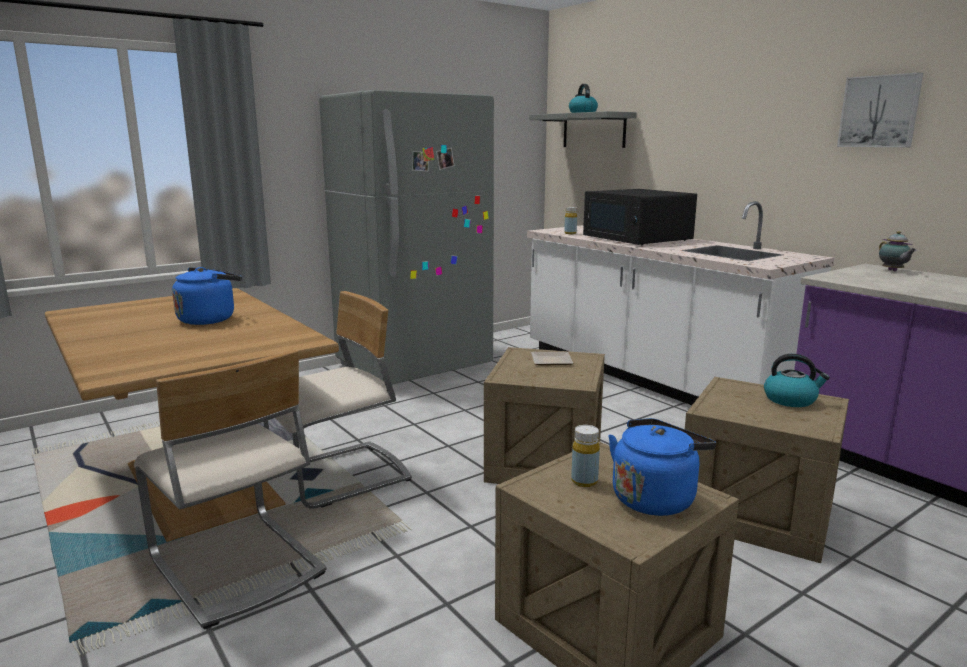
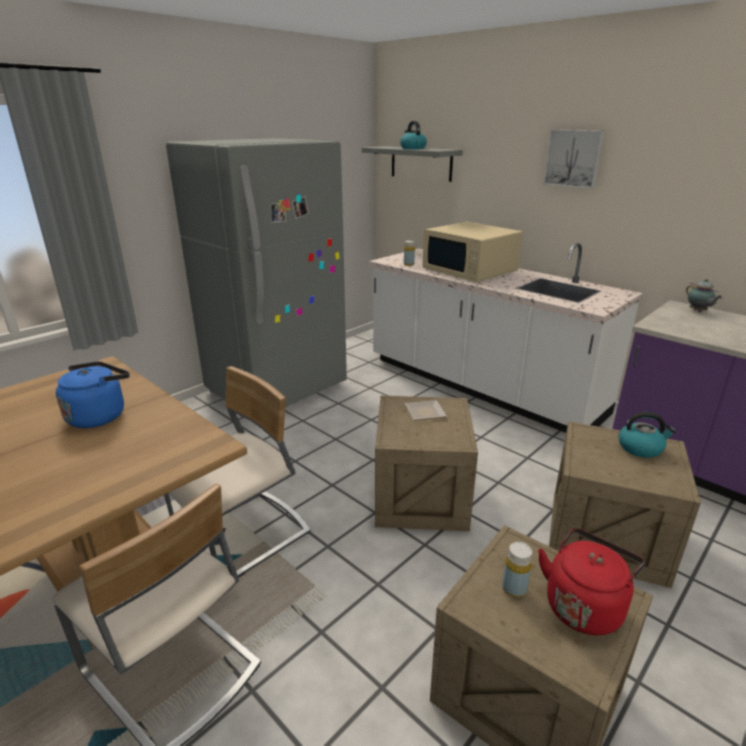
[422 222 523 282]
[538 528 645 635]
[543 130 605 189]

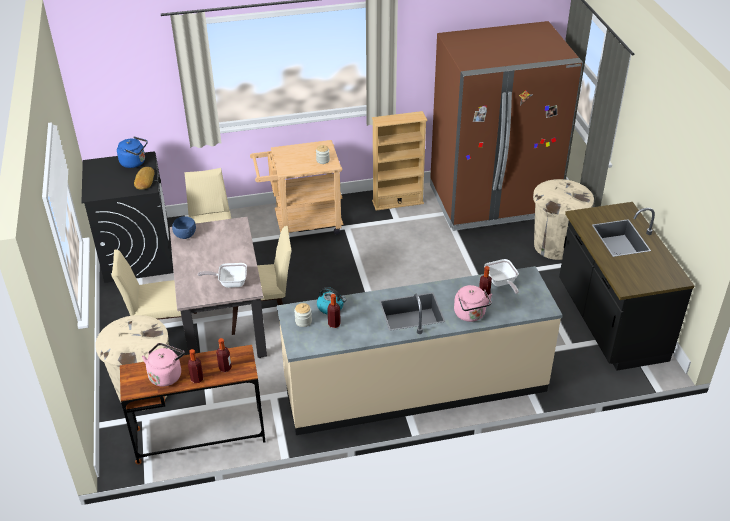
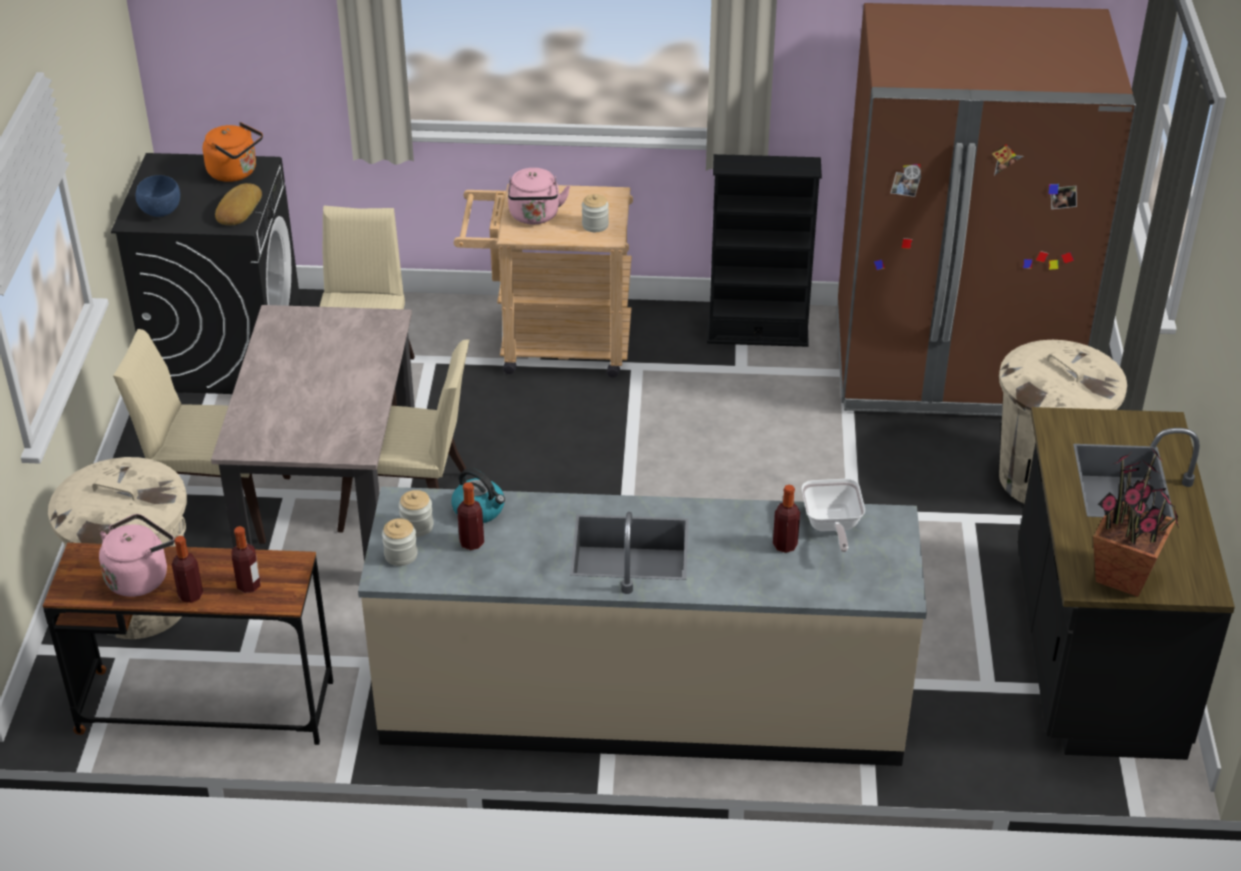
[136 175 180 217]
[203 122 263 182]
[382 518 418 566]
[508 168 570 224]
[707 154 822 347]
[1093 446 1179 597]
[198 263 247 288] (first image)

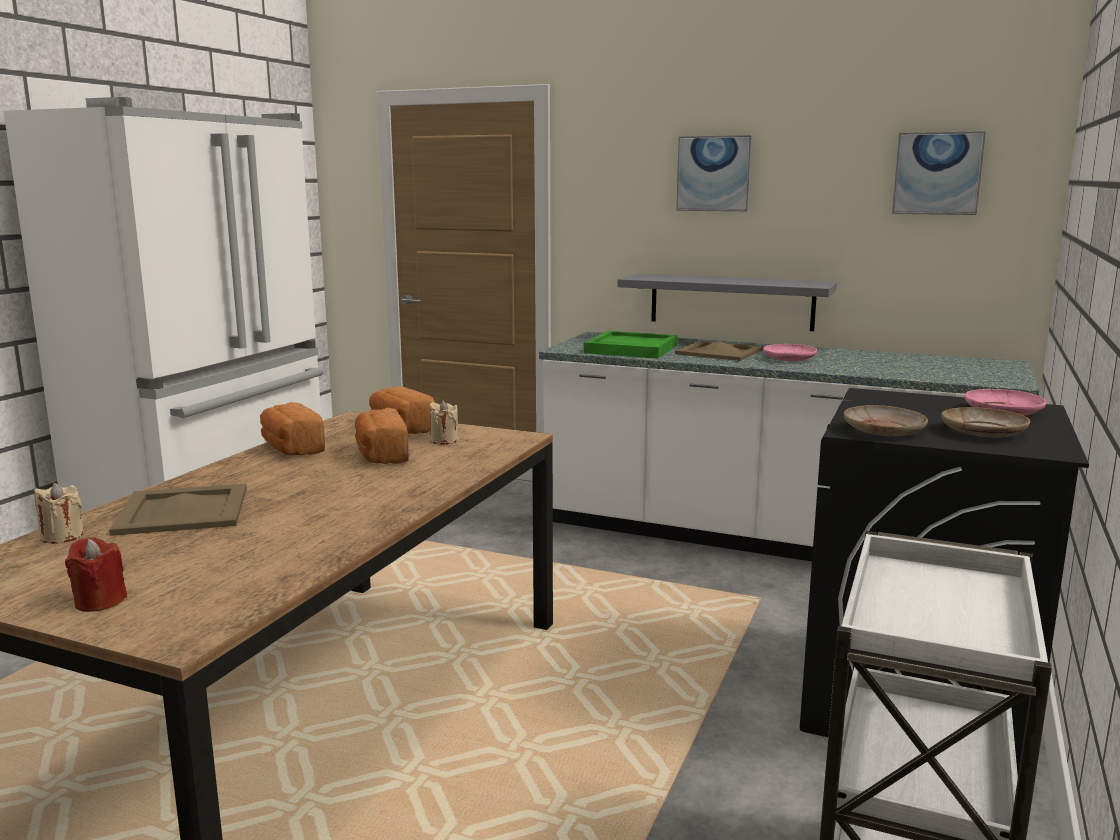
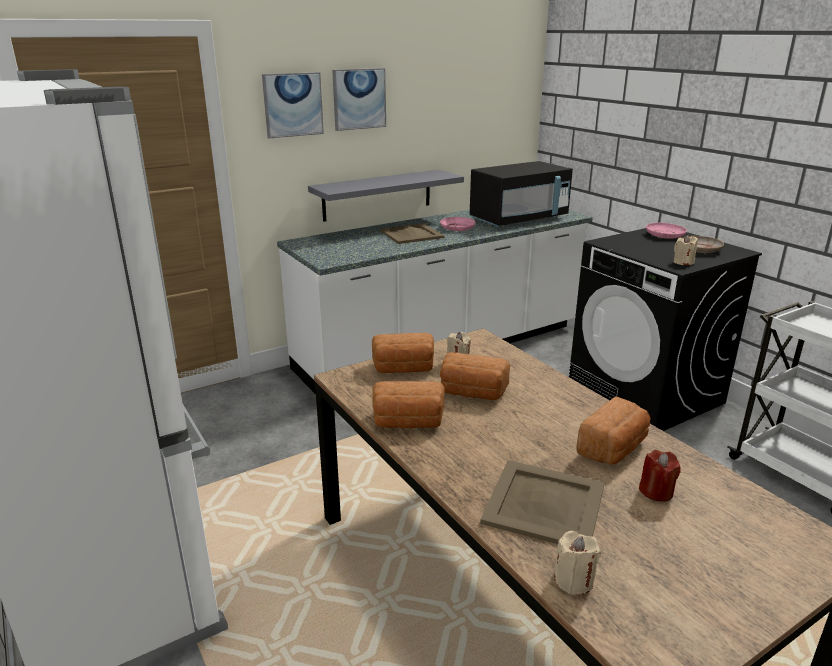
[262 72 324 138]
[469 161 573 227]
[576 396 651 465]
[639 450 681 502]
[673 235 698 265]
[584 331 678 358] (first image)

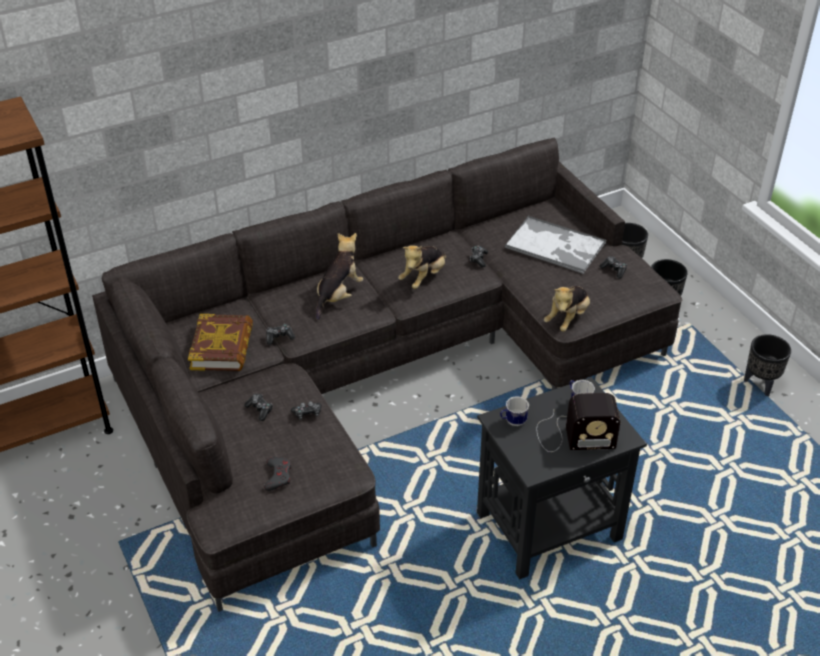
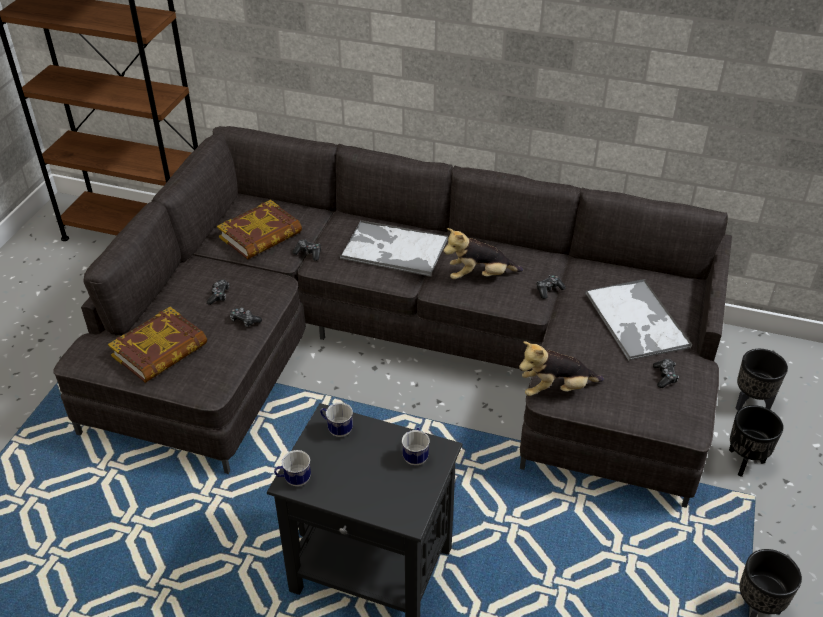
[108 307 207 383]
[274 450 311 486]
[340 220 448 277]
[536 393 620 452] (first image)

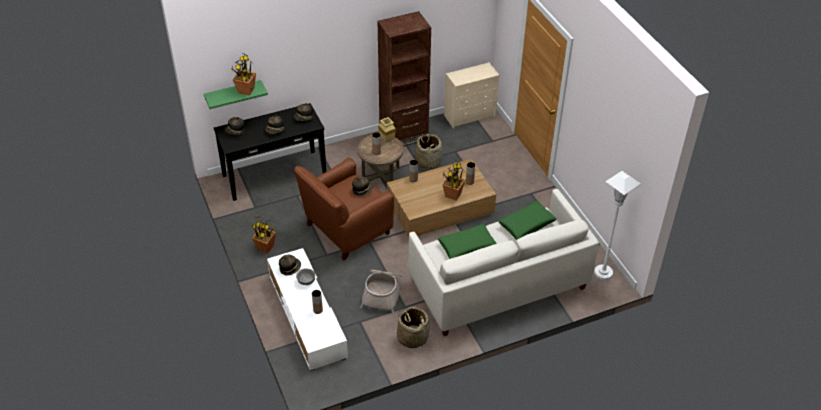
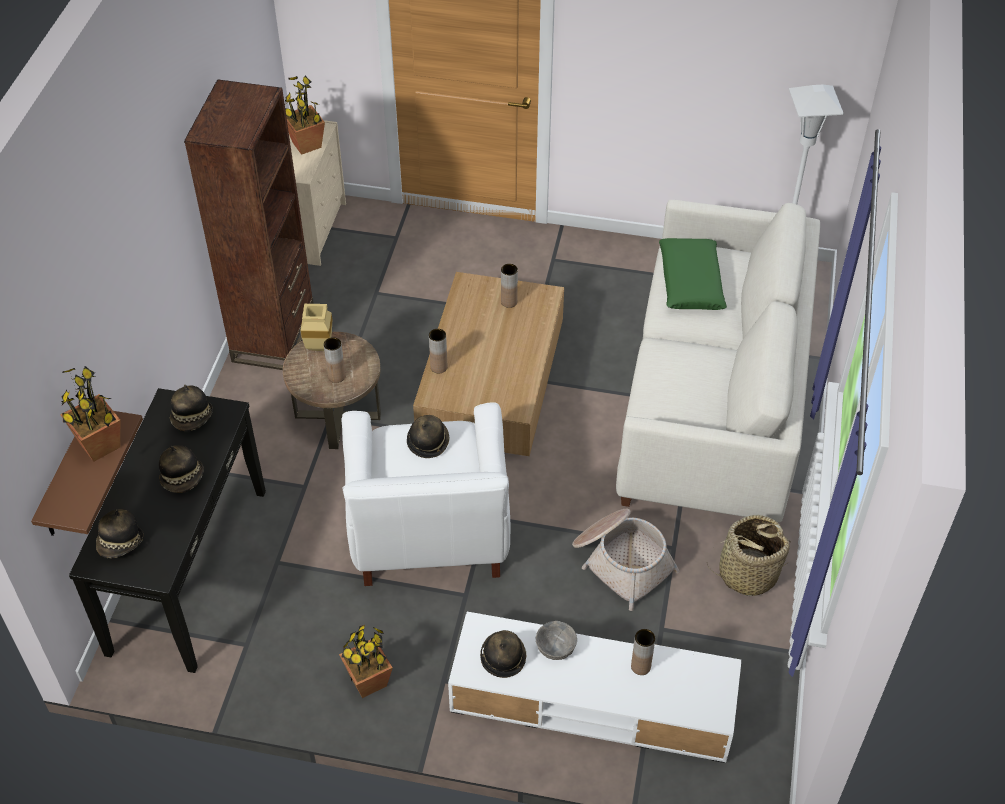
[31 411 143 536]
[285 75 325 155]
[341 402 510 586]
[415 134 442 170] (first image)
[438 224 497 259] (first image)

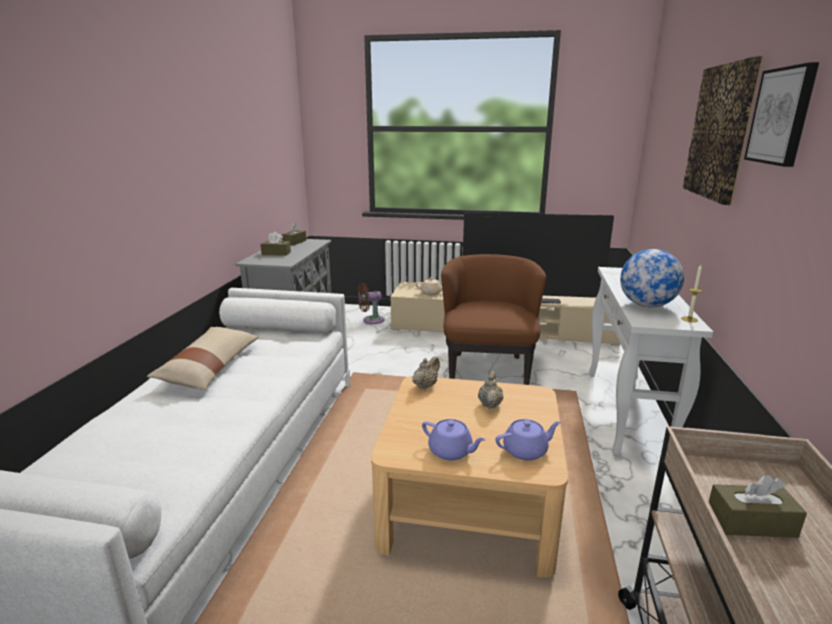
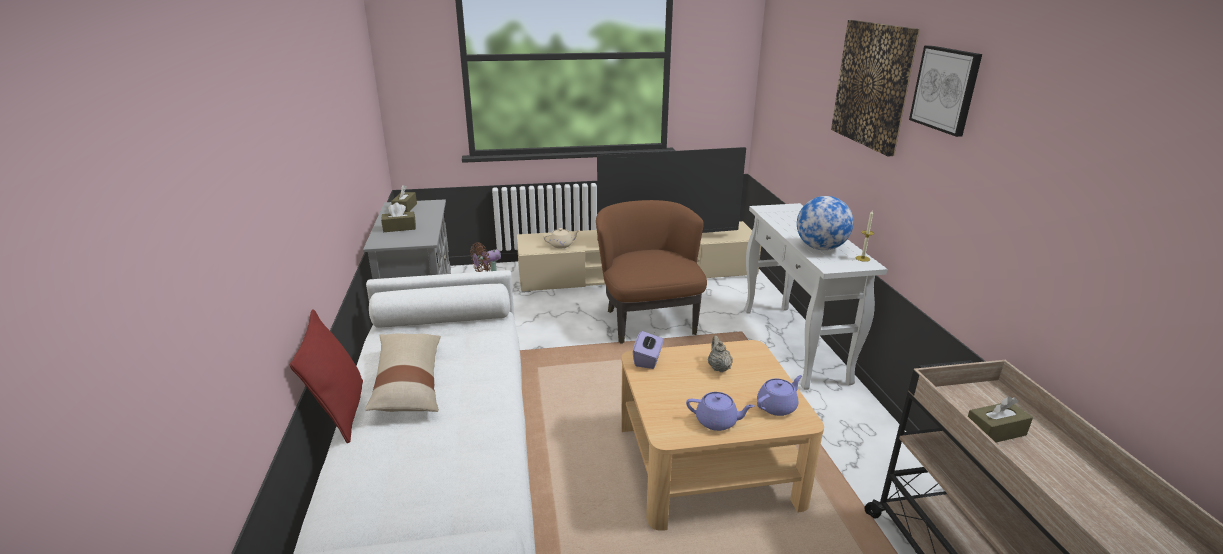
[290 309 363 443]
[633 331 664 369]

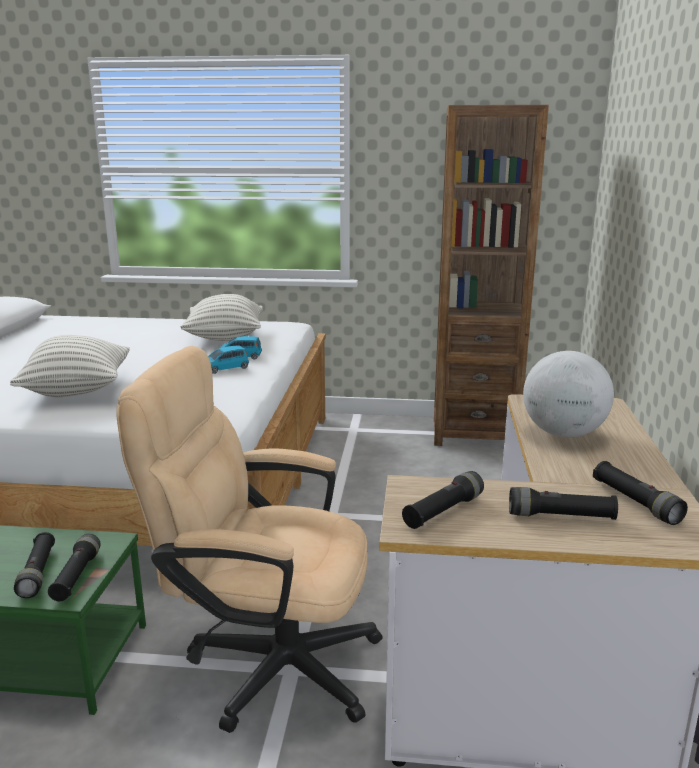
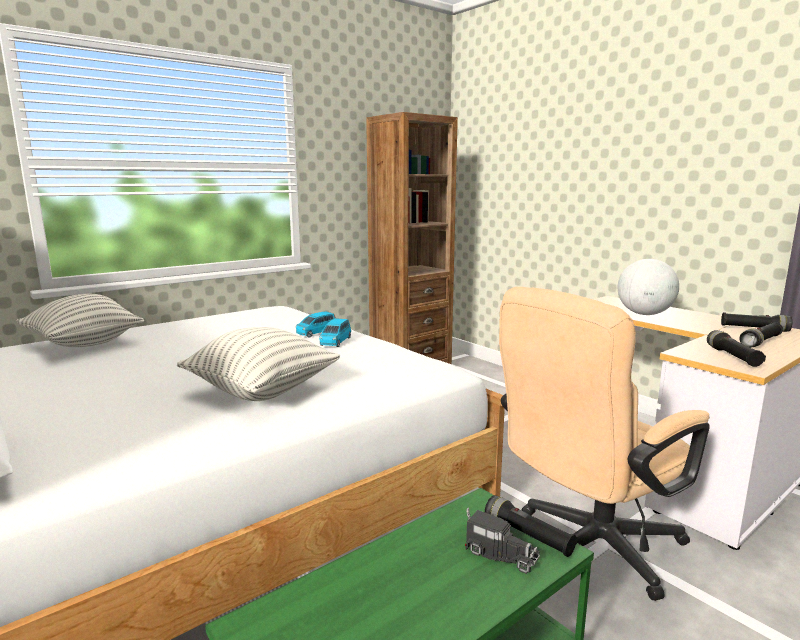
[16 294 144 347]
[465 507 540 574]

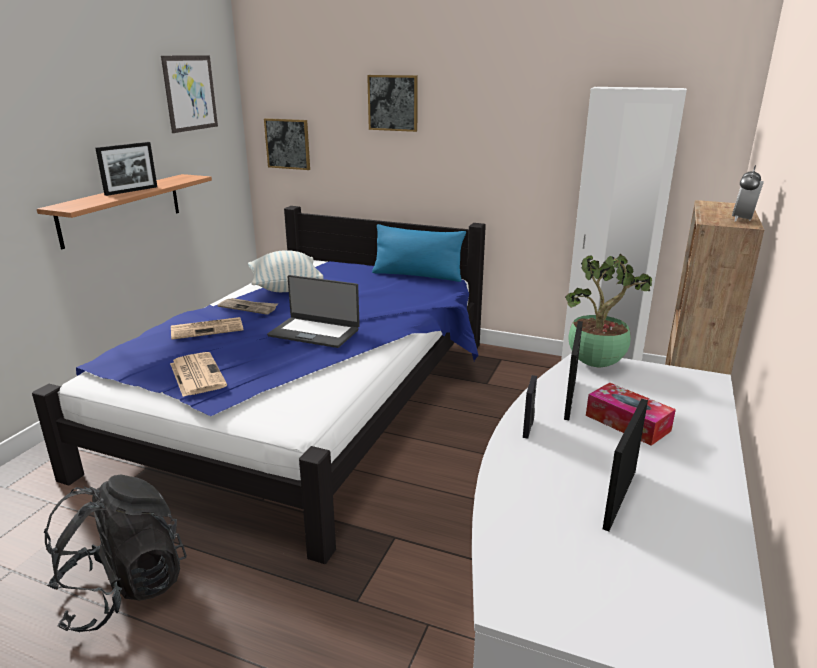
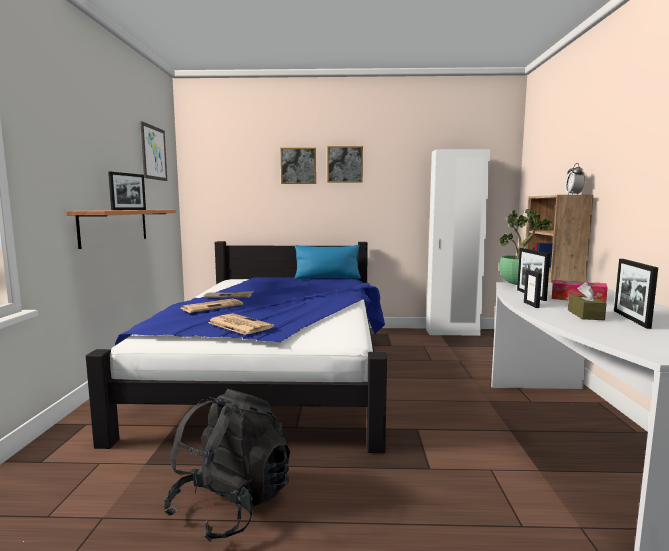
[327 146 363 183]
[568 282 607 320]
[248 250 324 292] (first image)
[267 275 360 348] (first image)

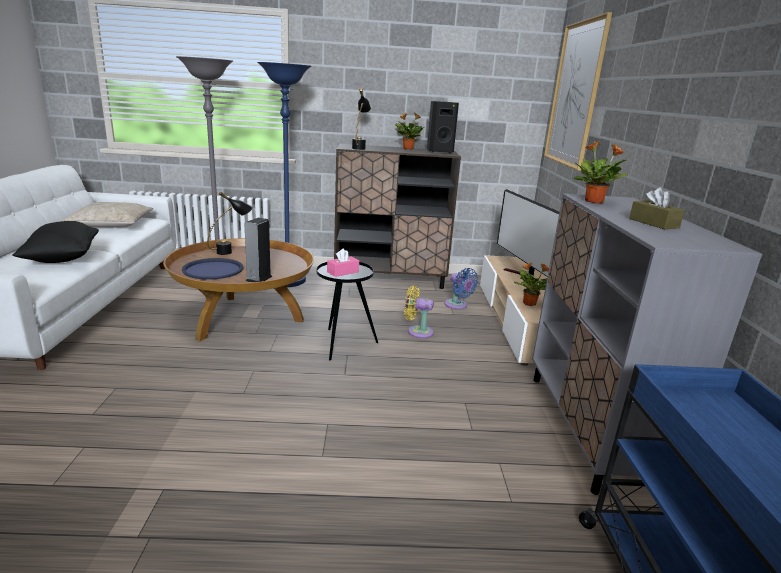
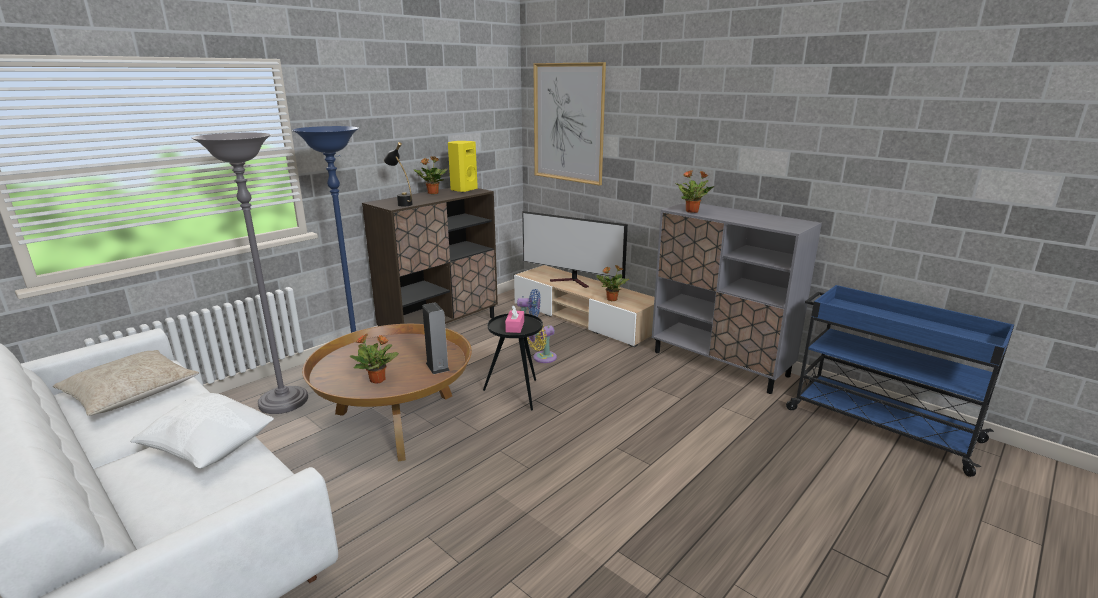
[130 393 274 468]
[350 334 399 384]
[448 141 478 193]
[207 192 253 255] (first image)
[629 187 685 229] (first image)

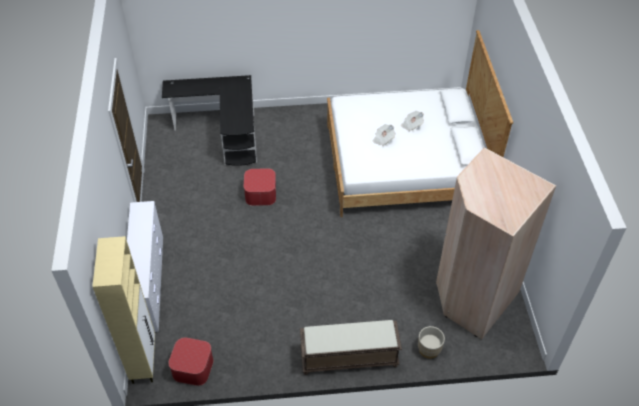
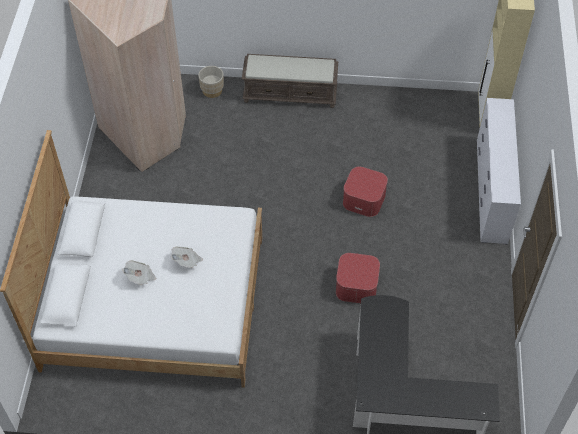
[343 167 388 217]

